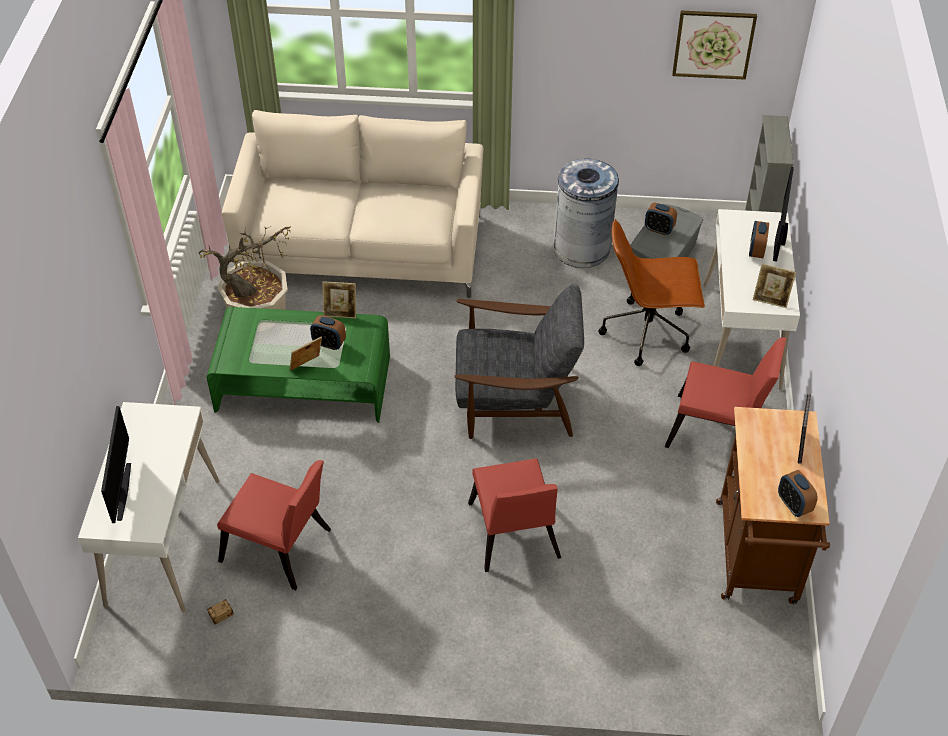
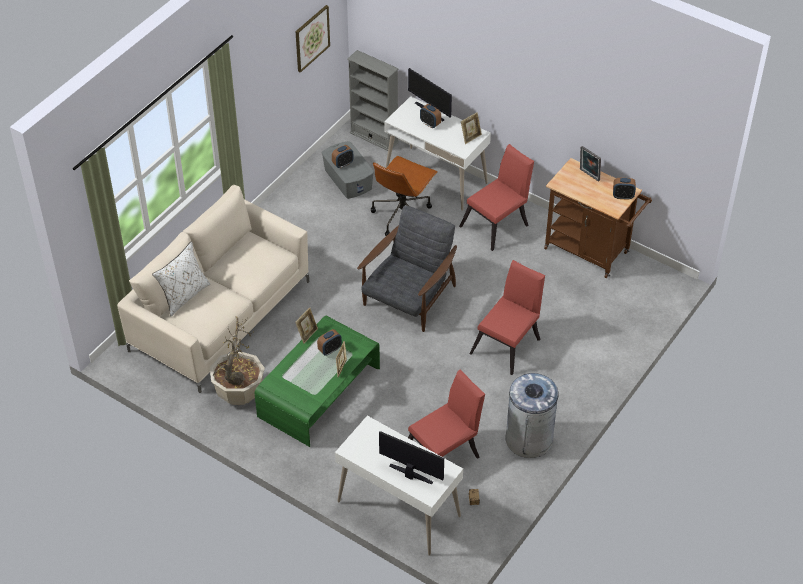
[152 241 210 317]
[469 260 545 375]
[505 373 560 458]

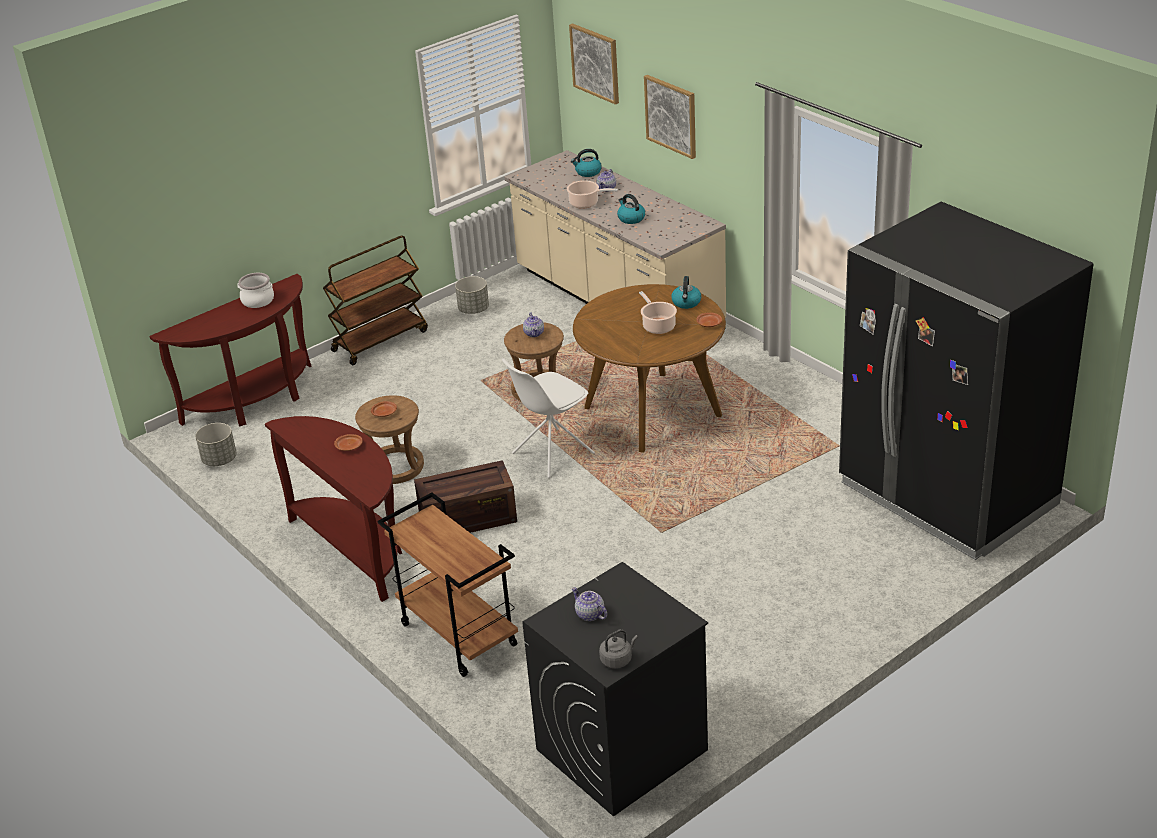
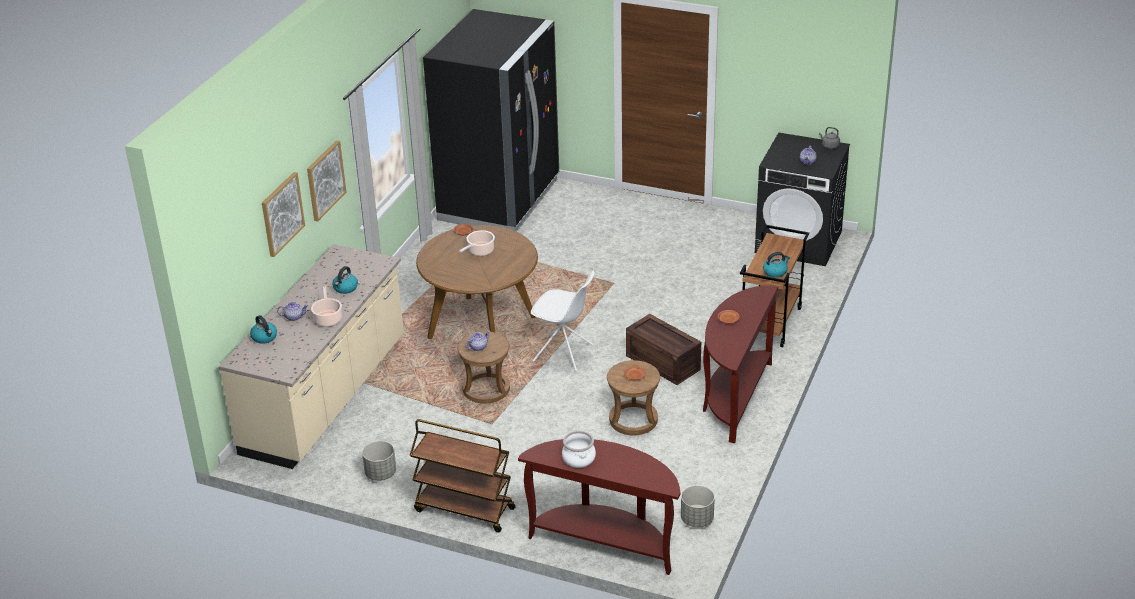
[307 140 346 222]
[763 252 790 278]

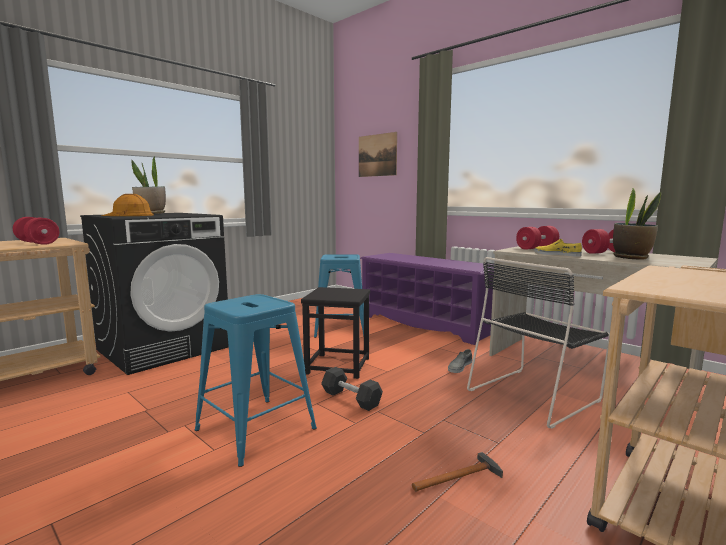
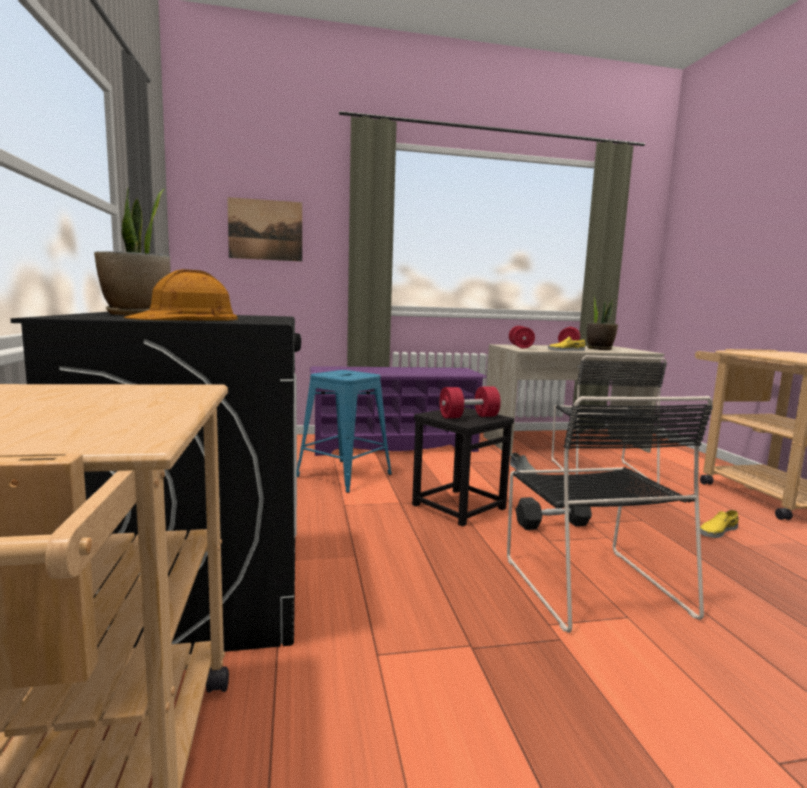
[439 386 501 418]
[507 396 713 633]
[700 510 739 538]

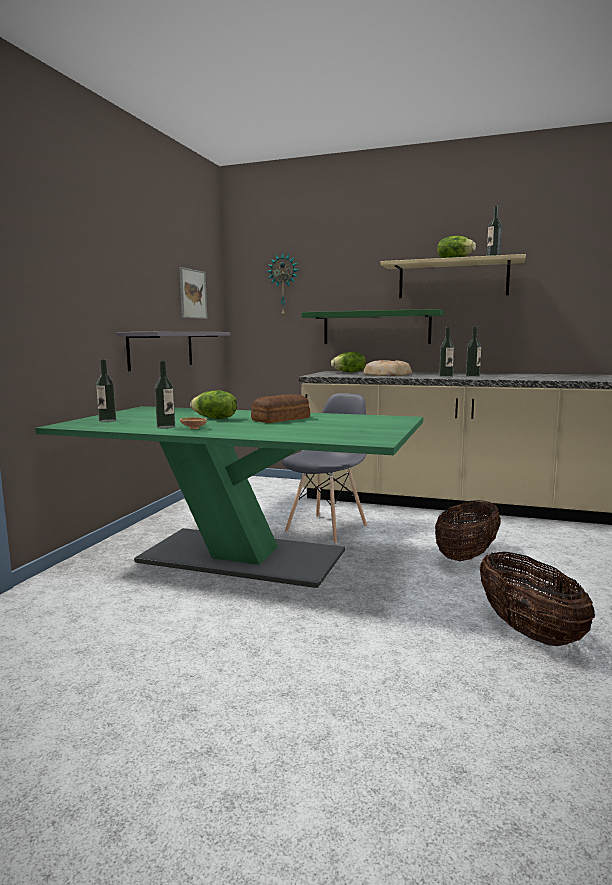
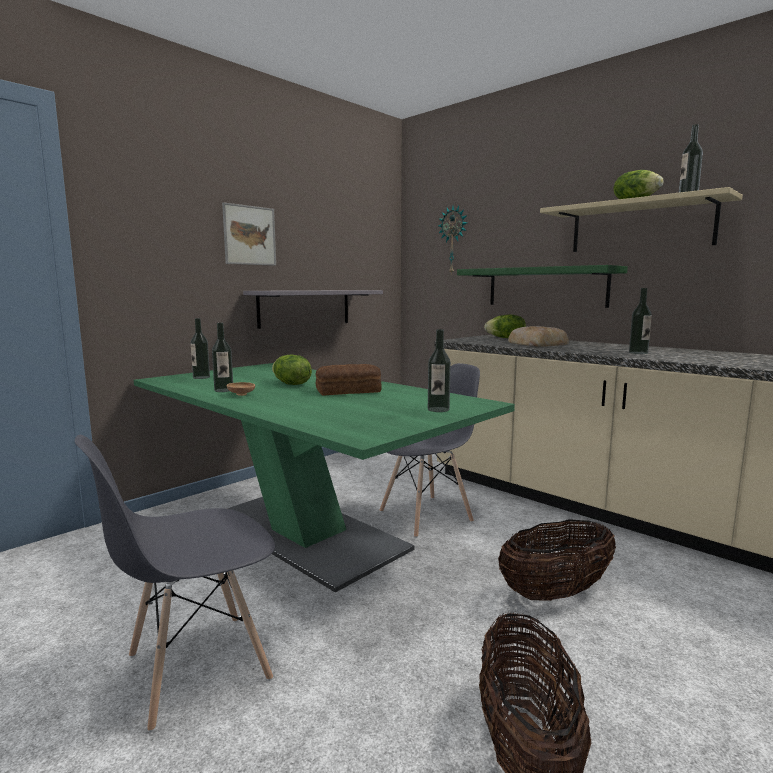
[75 435 275 732]
[222 202 276 266]
[428 329 451 412]

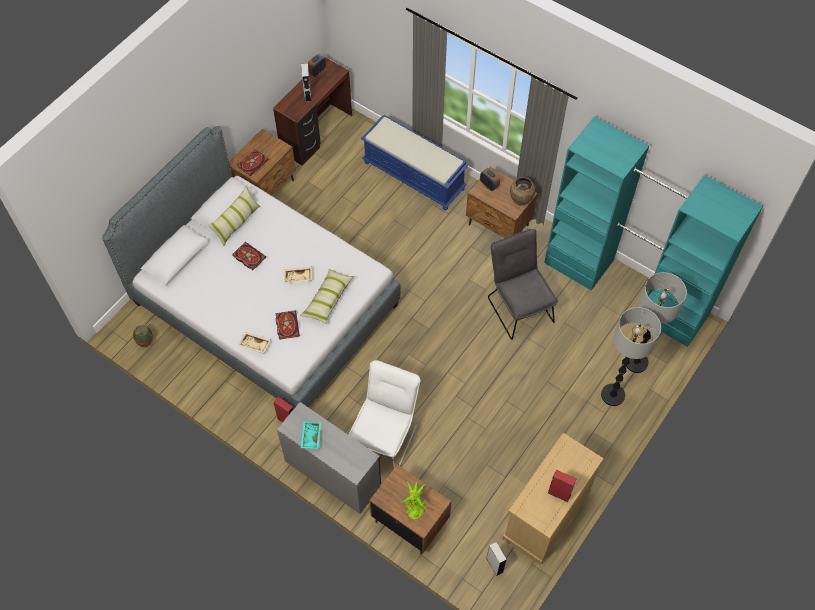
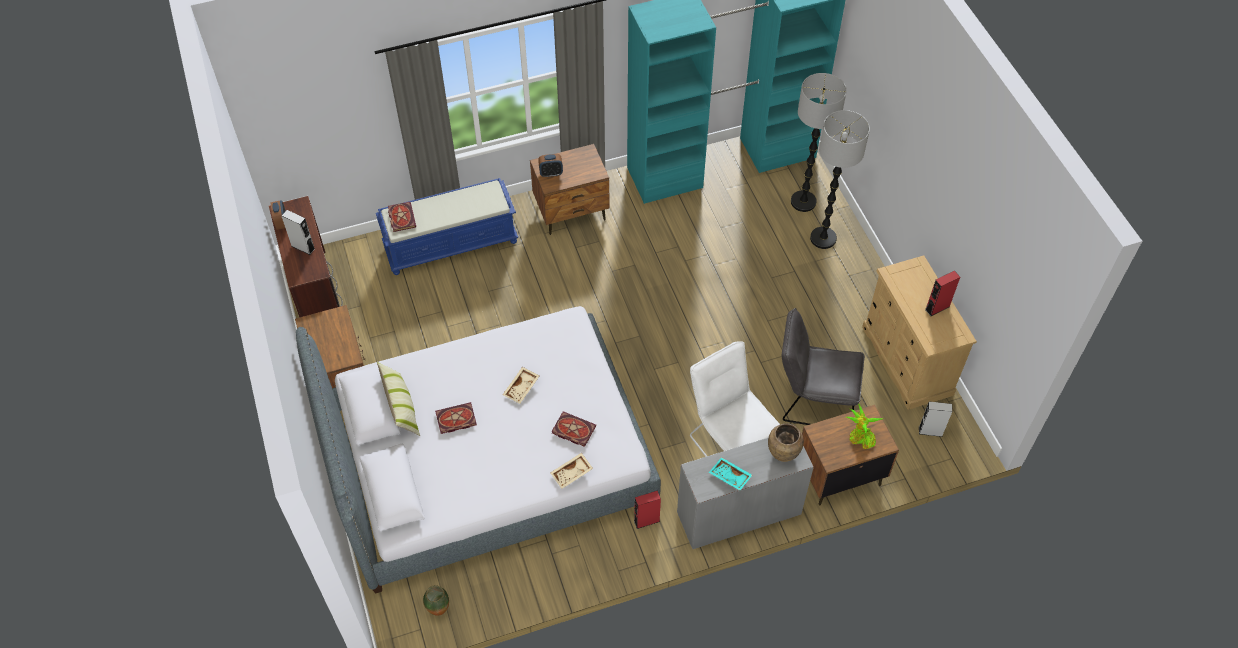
[388 202 416 232]
[768 423 804 462]
[782 308 865 425]
[300 269 354 324] (first image)

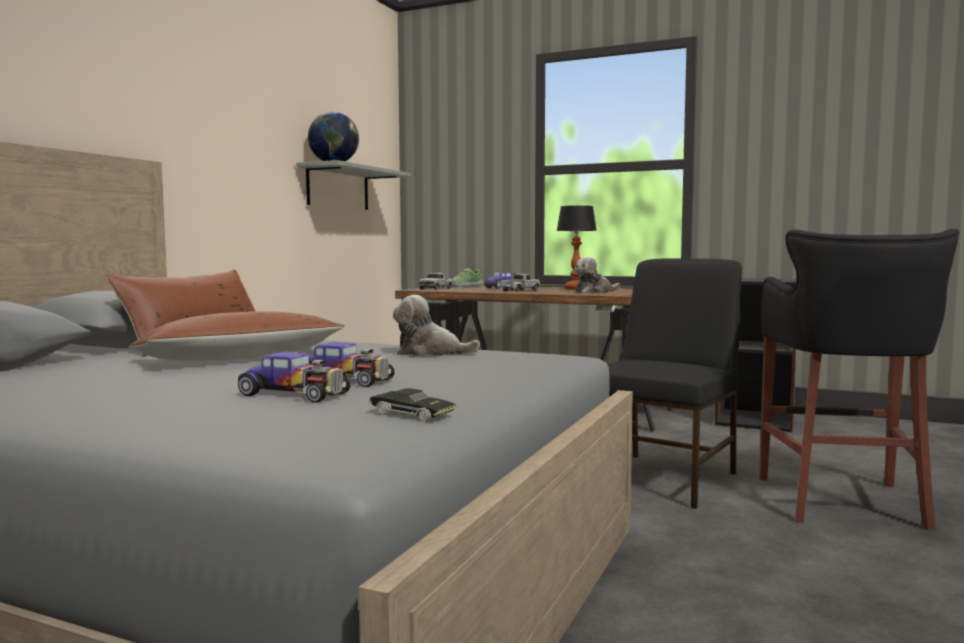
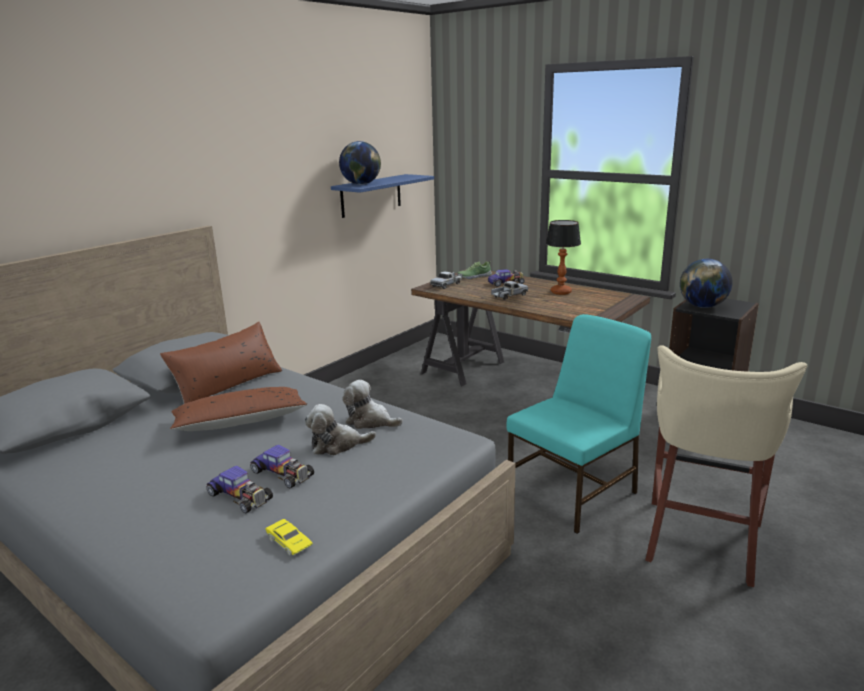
[265 519 313 555]
[305 404 376 455]
[331 174 434 218]
[507 314 651 534]
[645 345 807 587]
[680 259 732 308]

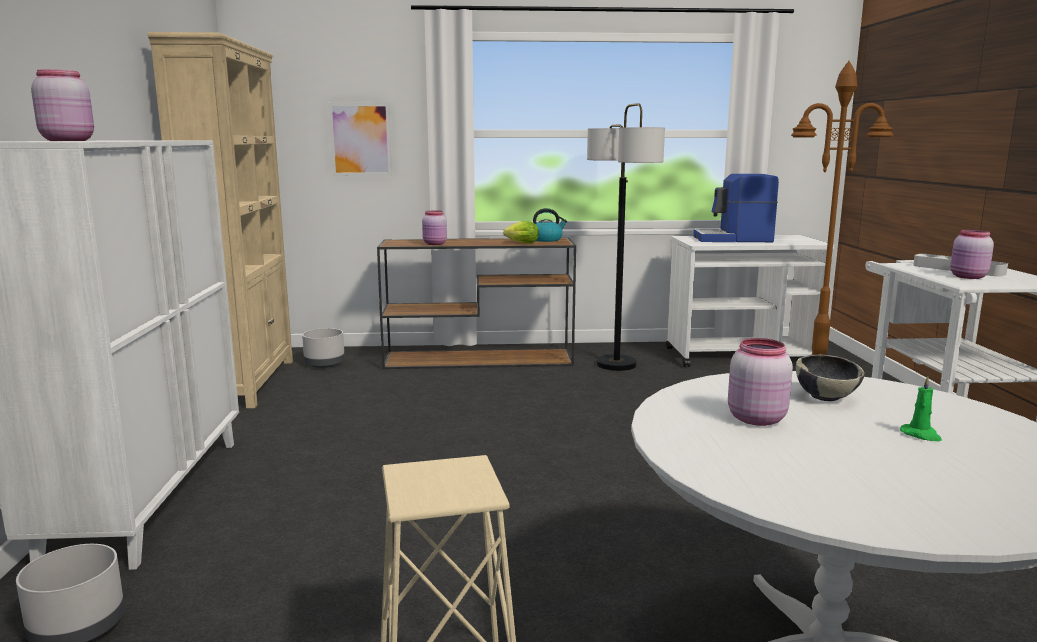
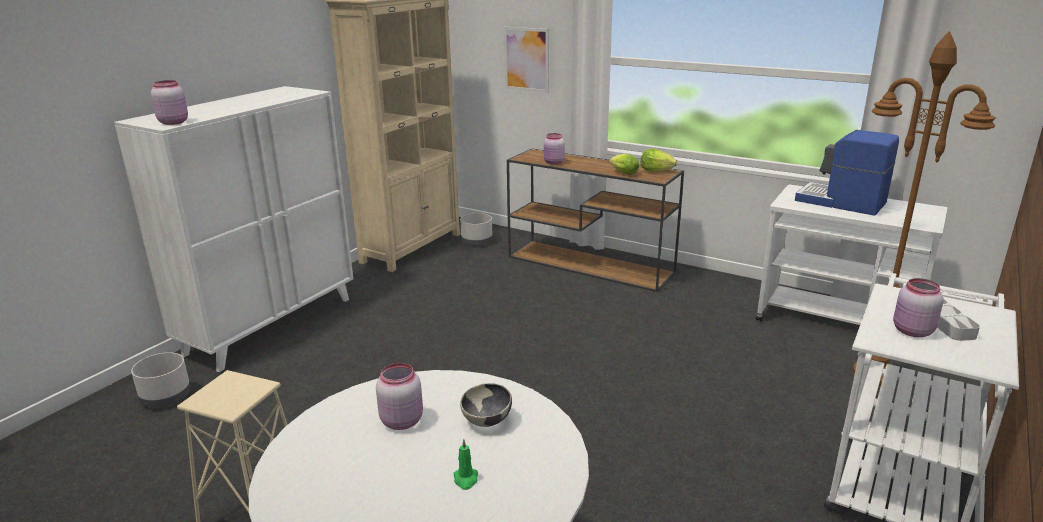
[641 149 677 172]
[587 103 665 371] (first image)

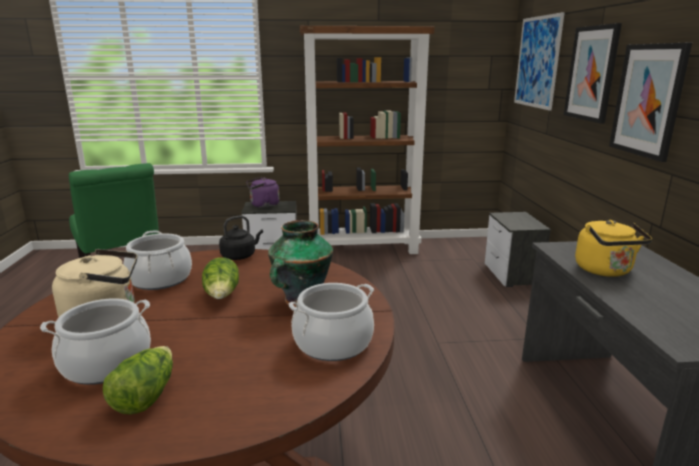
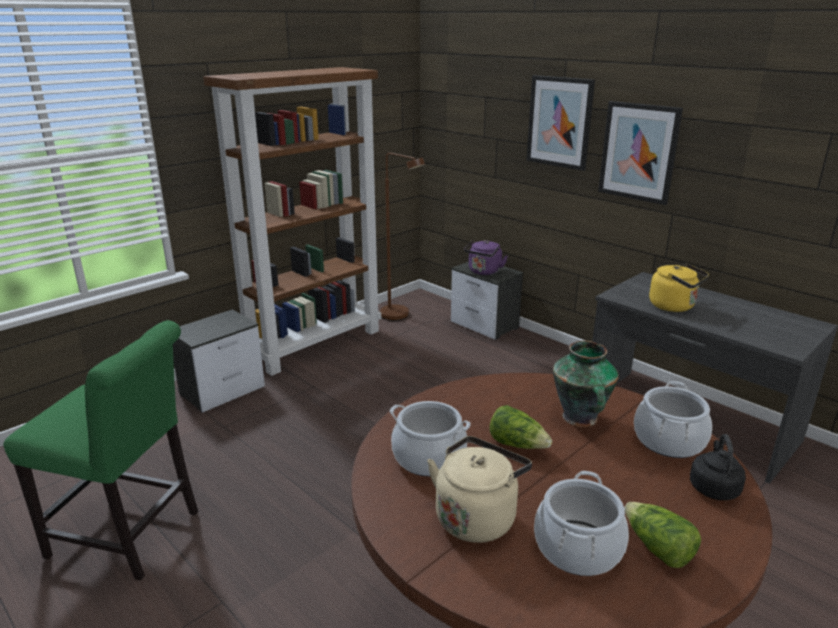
[380 153 425 321]
[464 240 508 275]
[690 434 746 500]
[514 12 565 111] (first image)

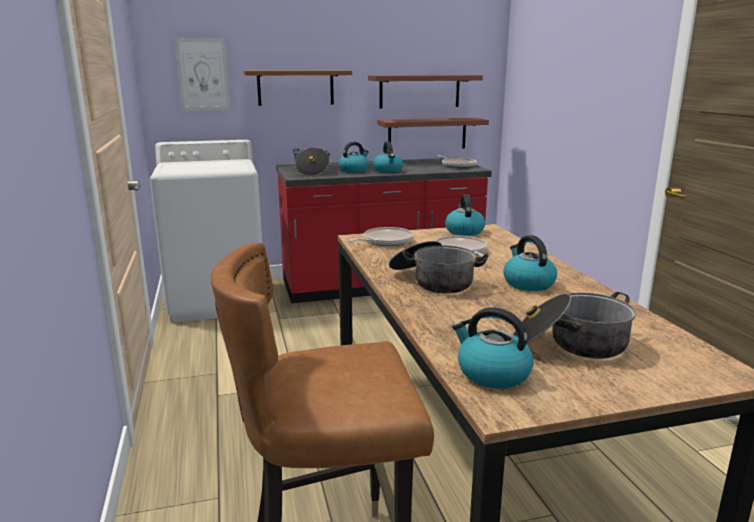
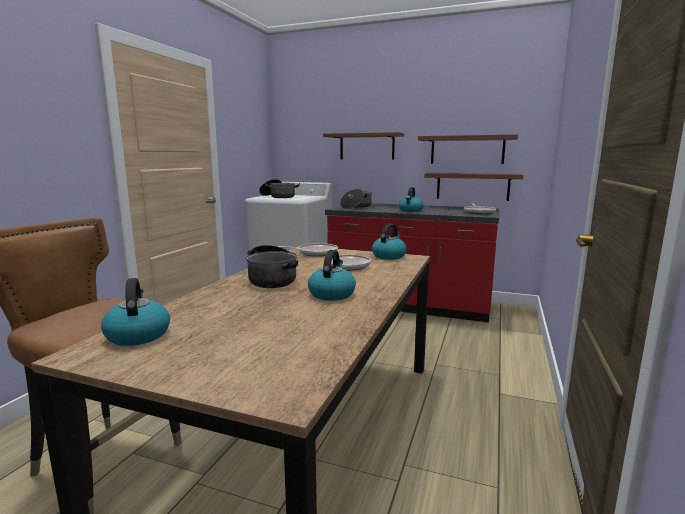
[259 179 300 198]
[175 38 230 111] (first image)
[338 142 369 173] (first image)

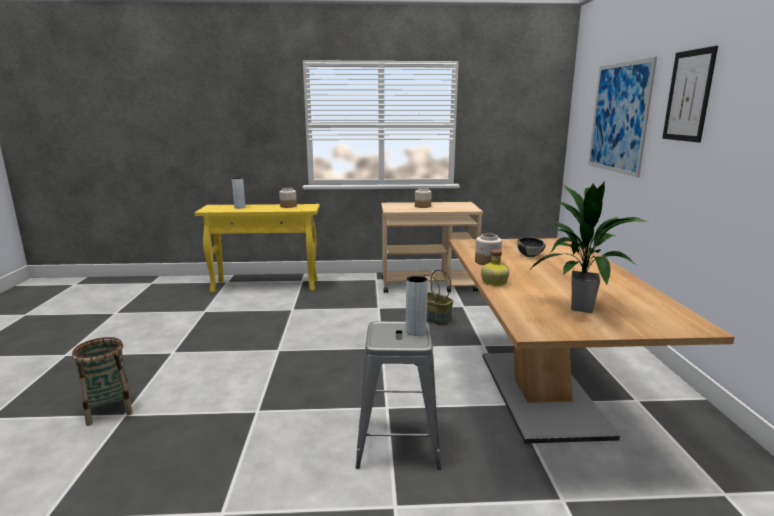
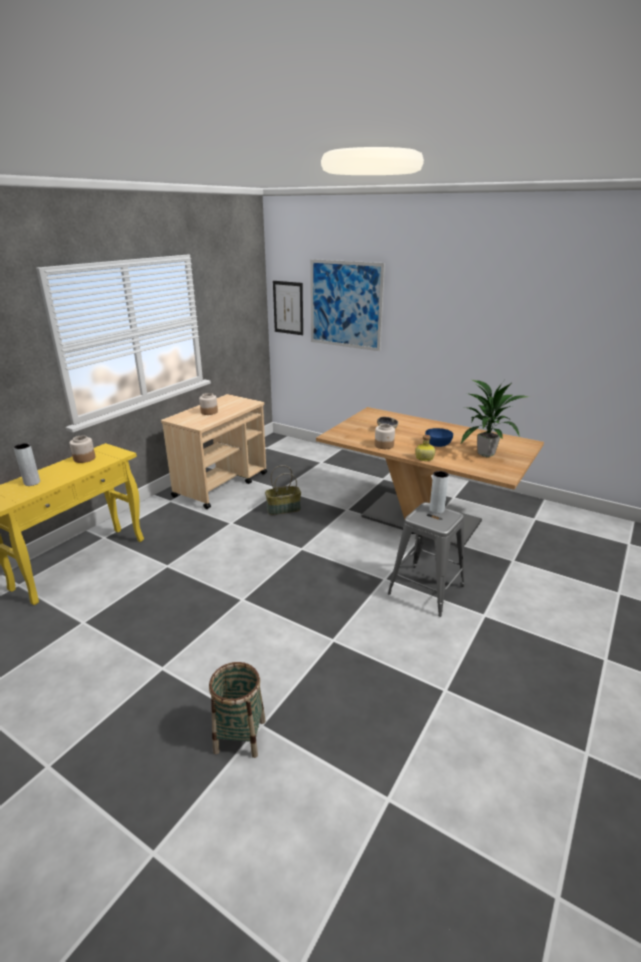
[273 281 303 335]
[425 428 453 447]

